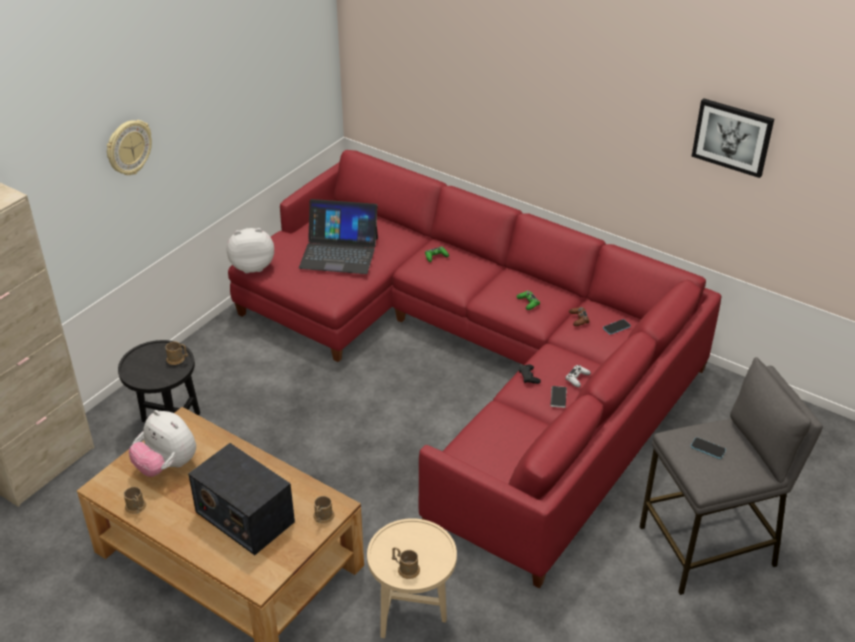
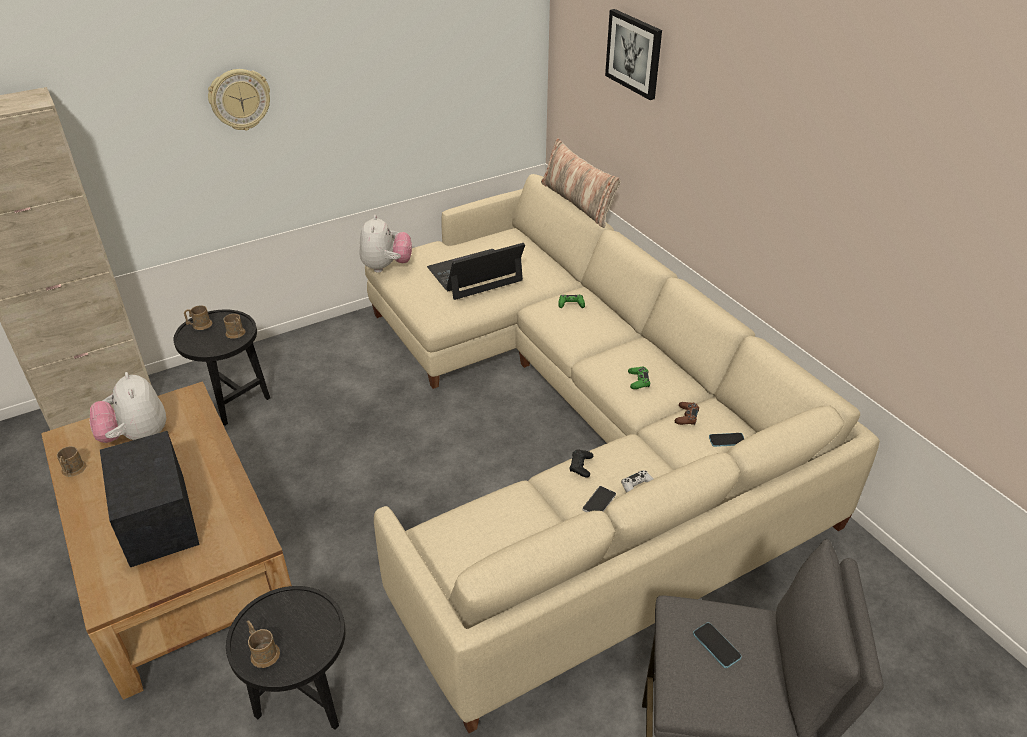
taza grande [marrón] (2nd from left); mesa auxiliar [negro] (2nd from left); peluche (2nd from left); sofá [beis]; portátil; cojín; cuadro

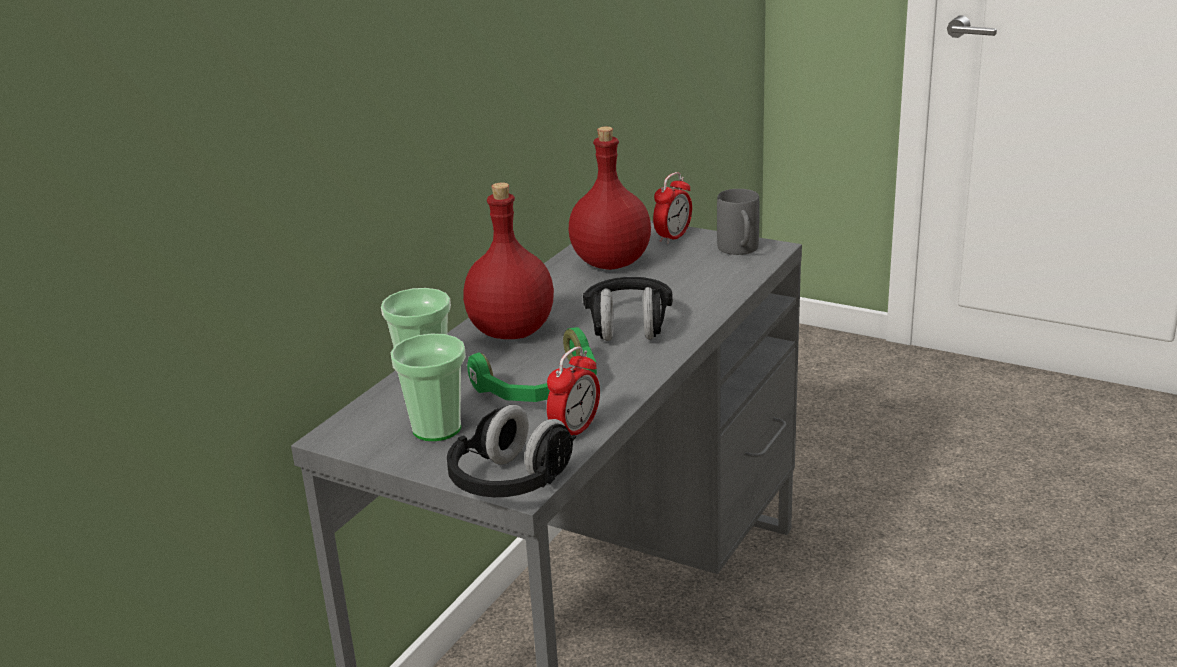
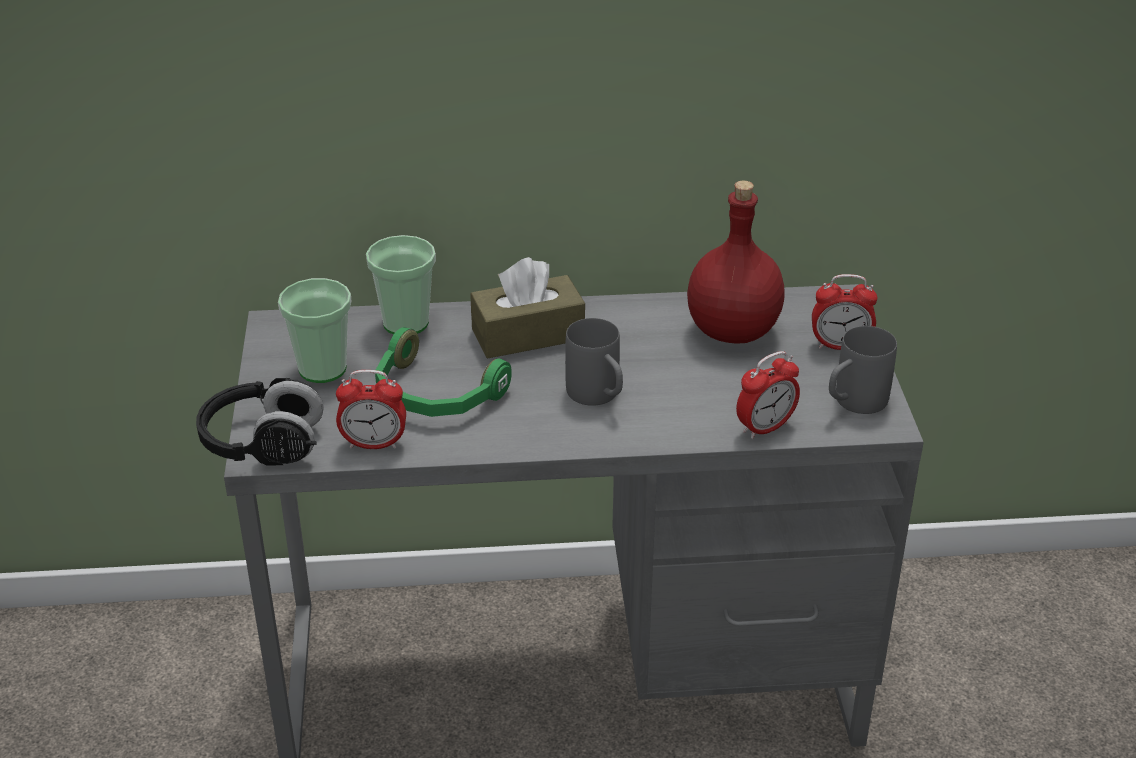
caja de pañuelos [marrón]; taza grande [gris] (1st from left); despertador (2nd from left)

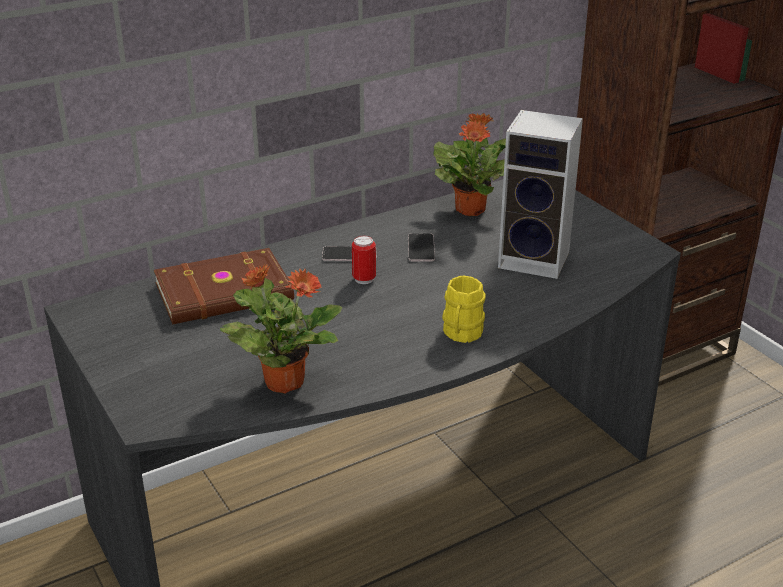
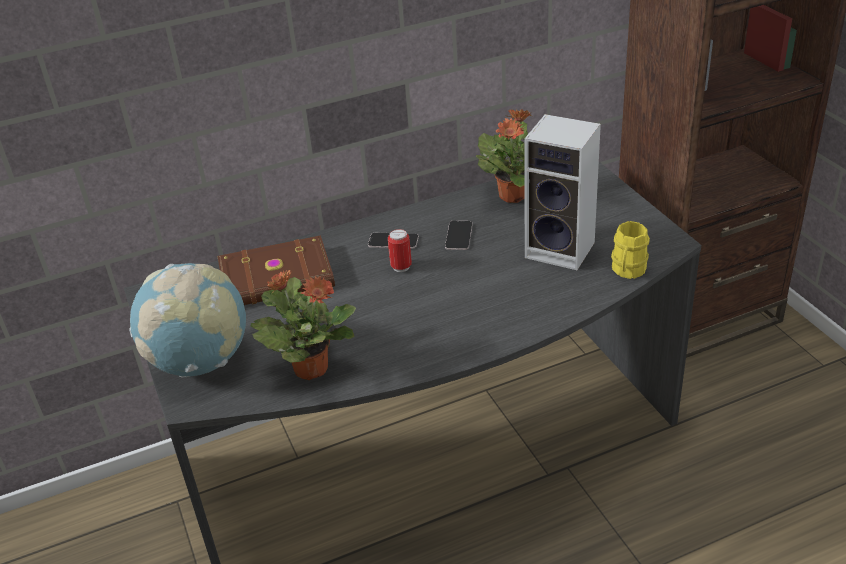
globo terráqueo; taza grande [amarillo]

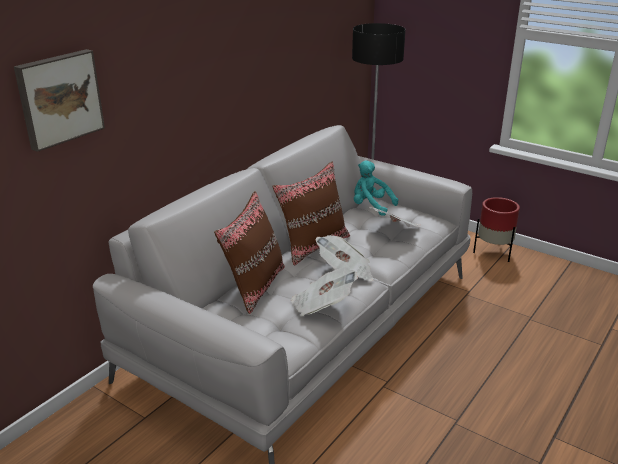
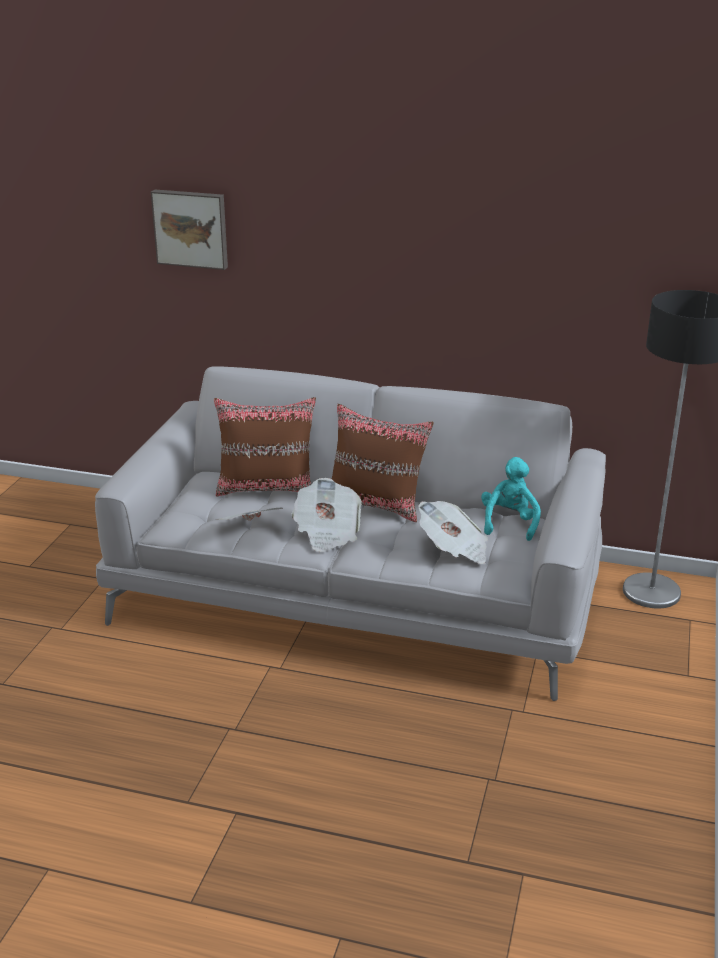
maceta [rojo]

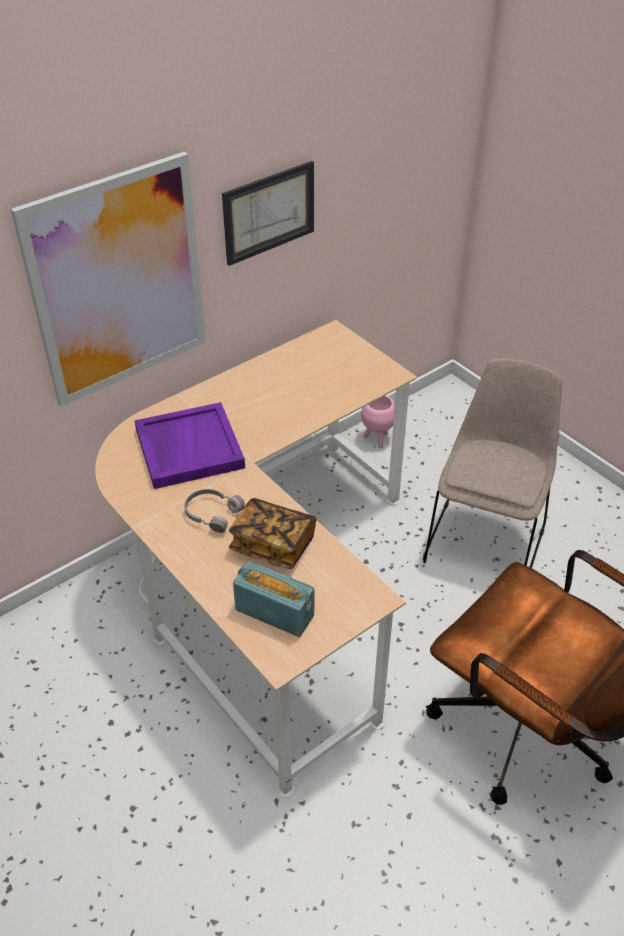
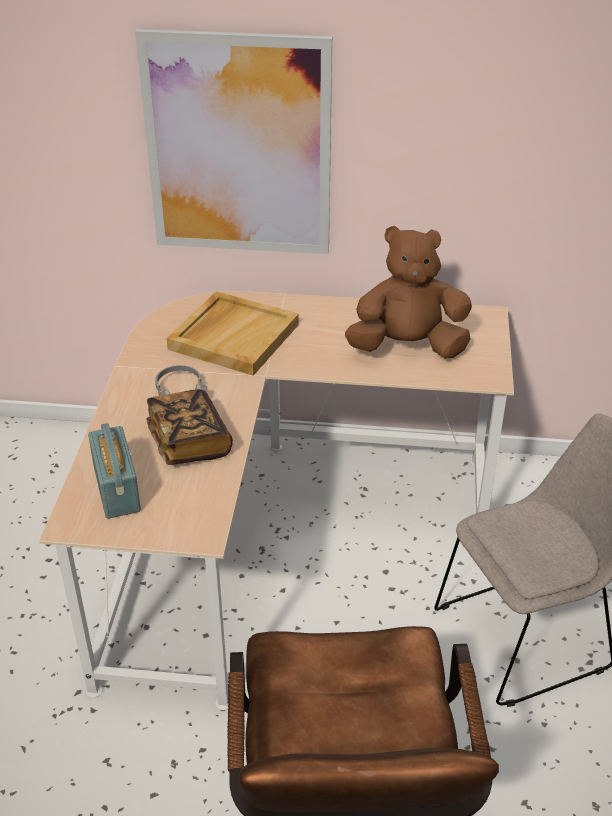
bandeja [beis]; peluche [marrón]; cuadro (2nd from left in the first image); maceta [rosa]

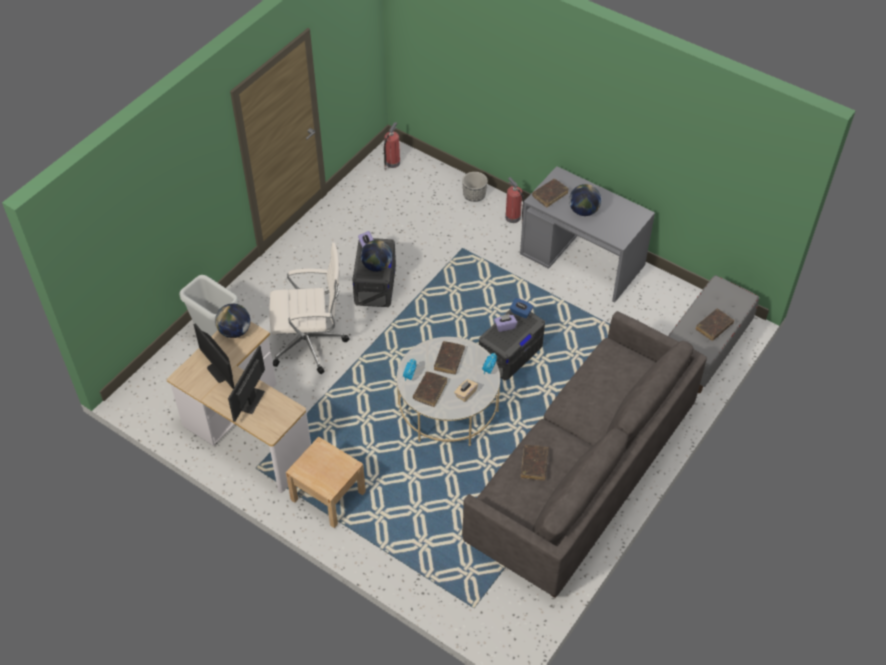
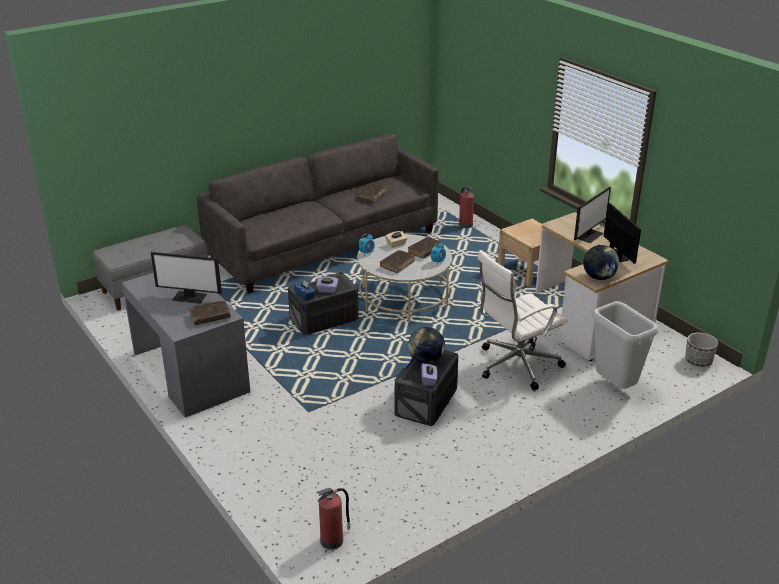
monitor (1st from left); extintor (2nd from left); silla de oficina [blanco]; maceta; libro [marrón] (5th from left in the first image)

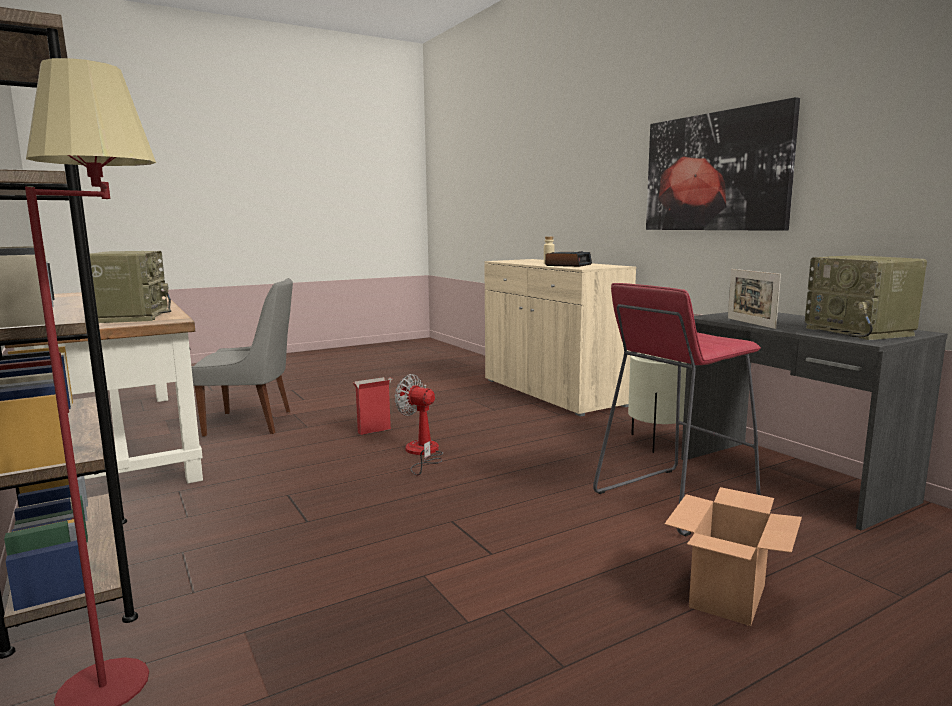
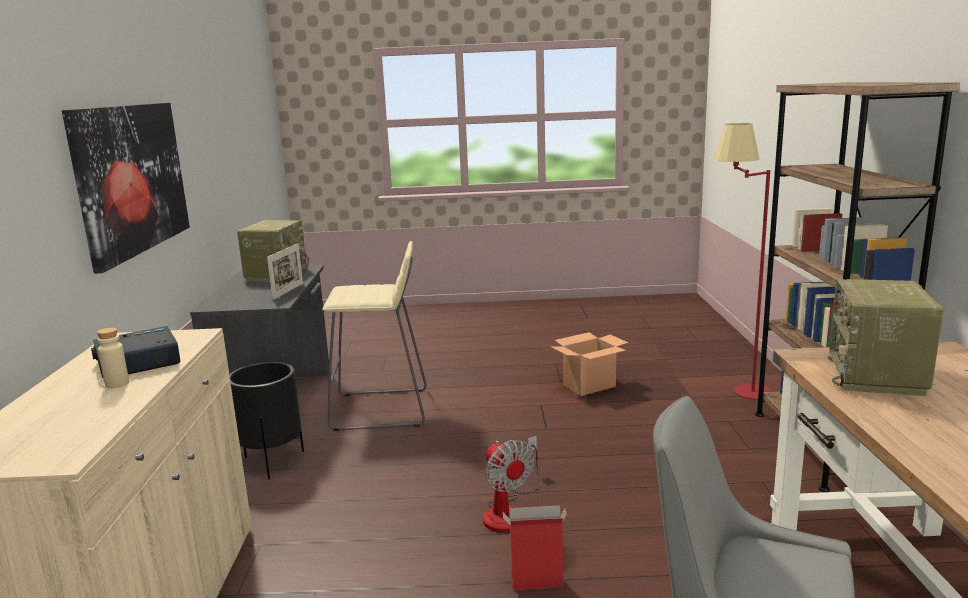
maceta [negro]; taburete [beis]; caja de cartón (2nd from left)

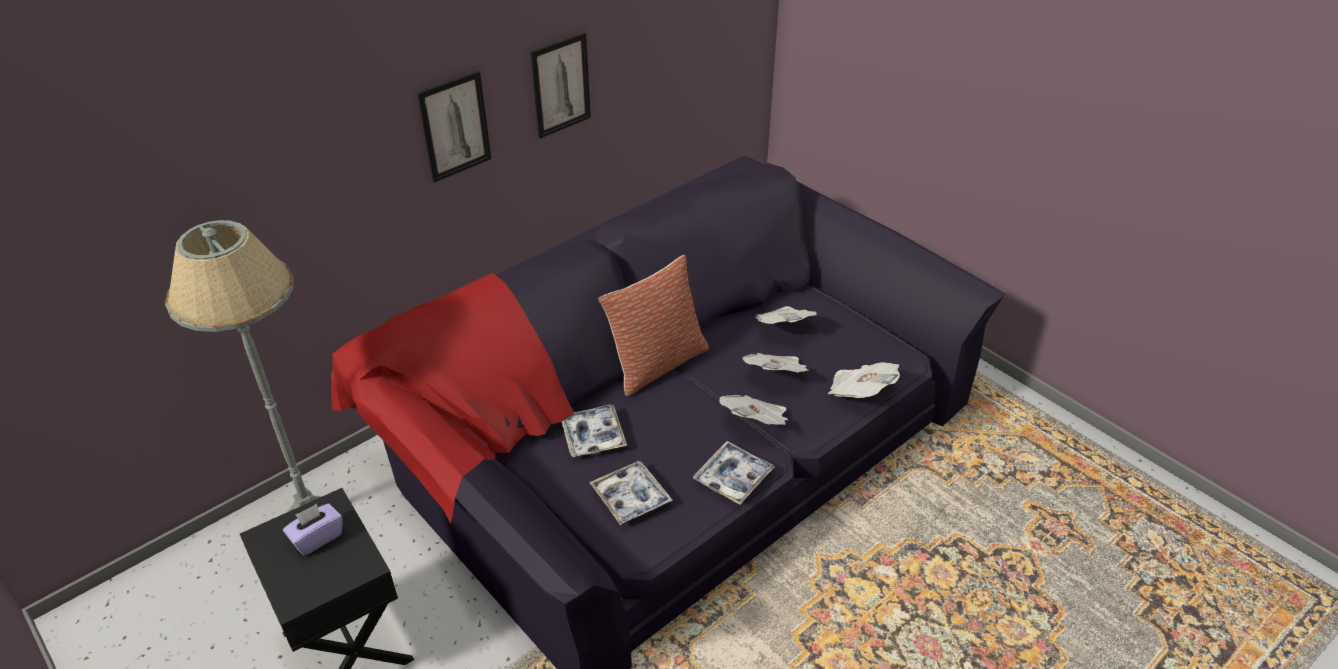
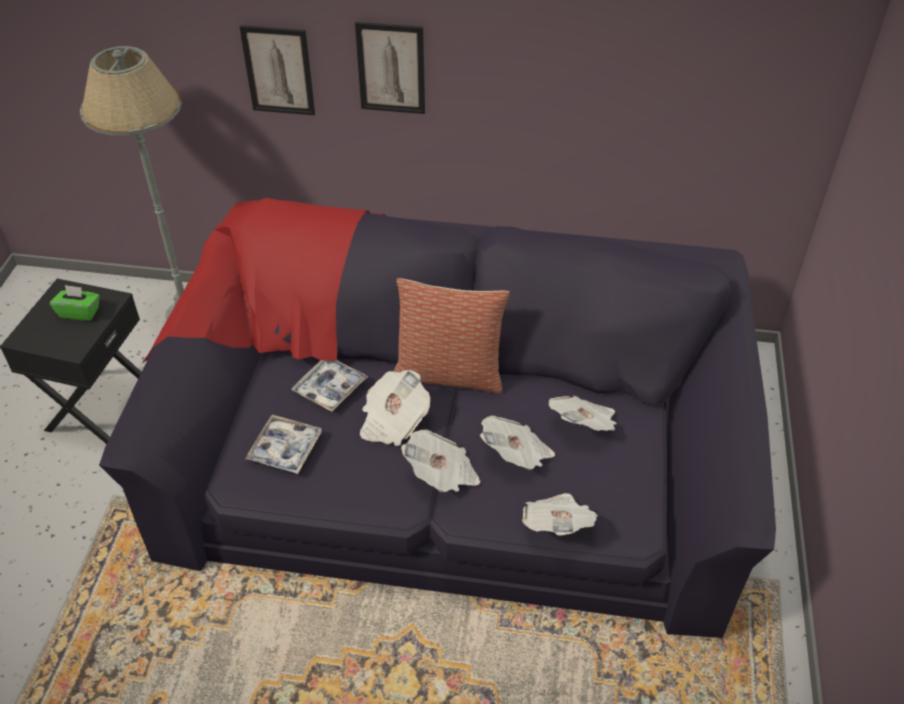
caja de pañuelos [verde]; cuadro (1st from left); periódico (1st from left); bandeja (3rd from left in the first image)

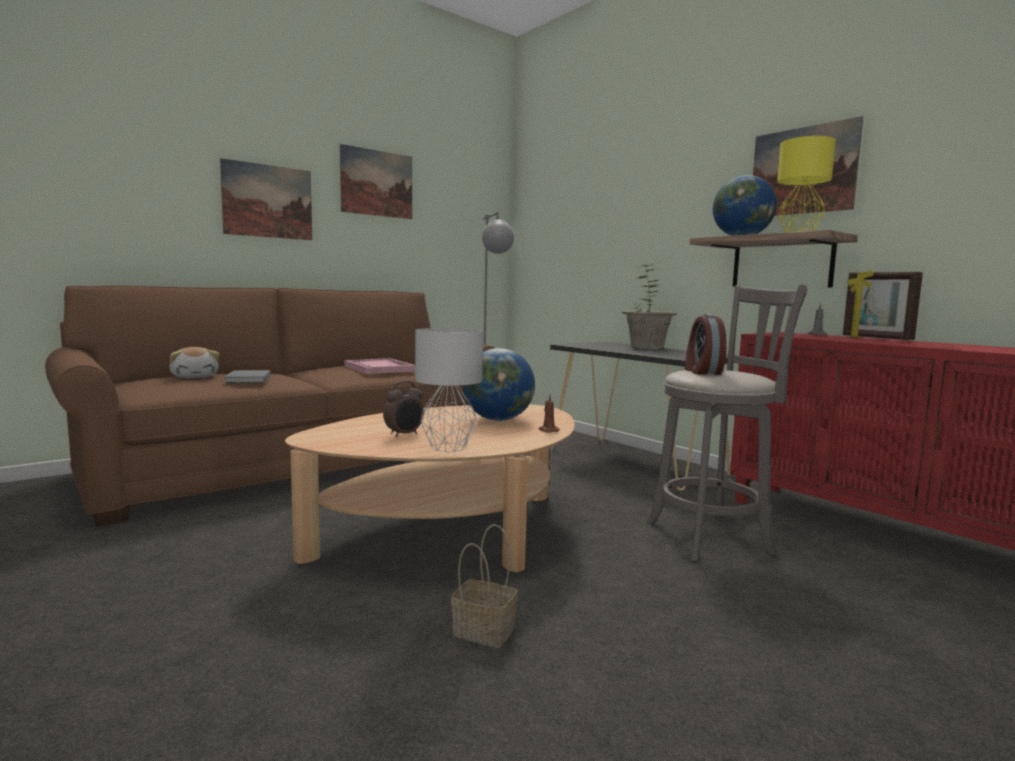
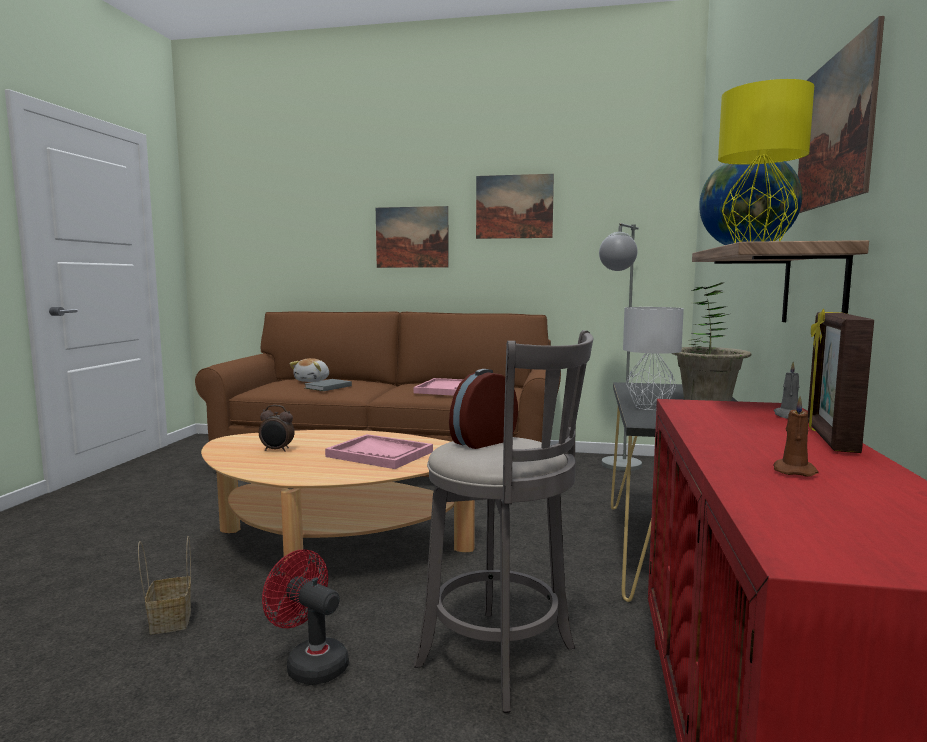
ventilador [rojo]; bandeja [rosa] (1st from left); lámpara de mesa [gris]; vela [marrón]

